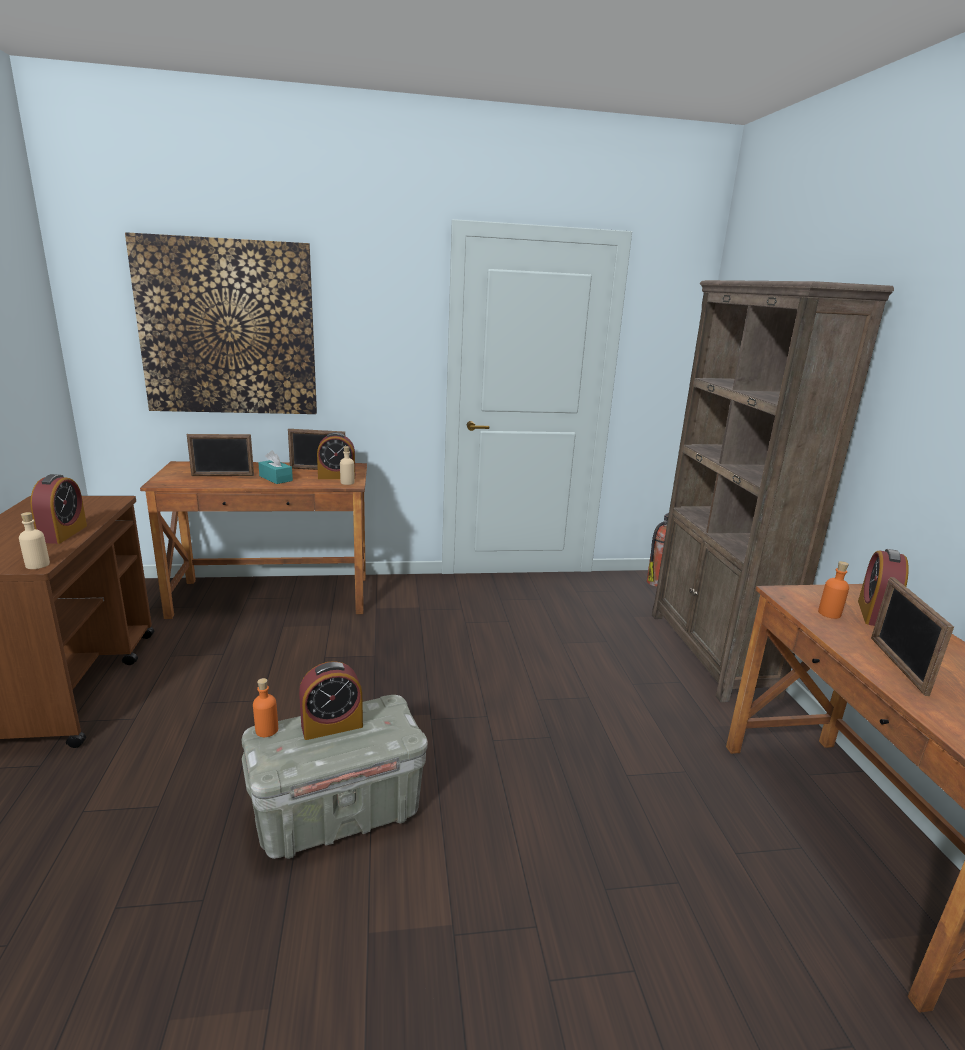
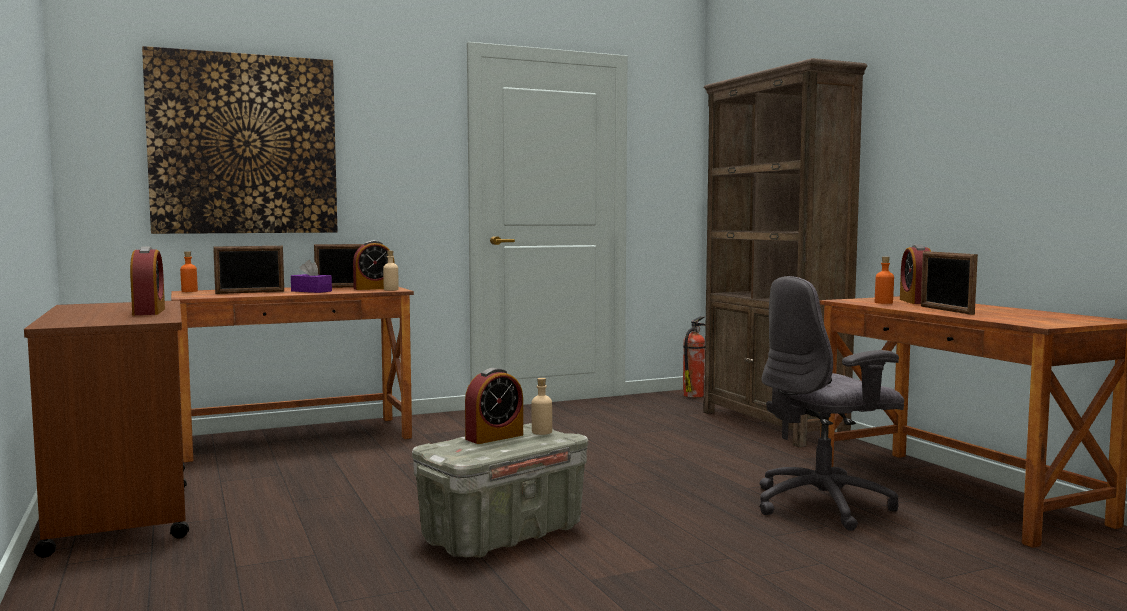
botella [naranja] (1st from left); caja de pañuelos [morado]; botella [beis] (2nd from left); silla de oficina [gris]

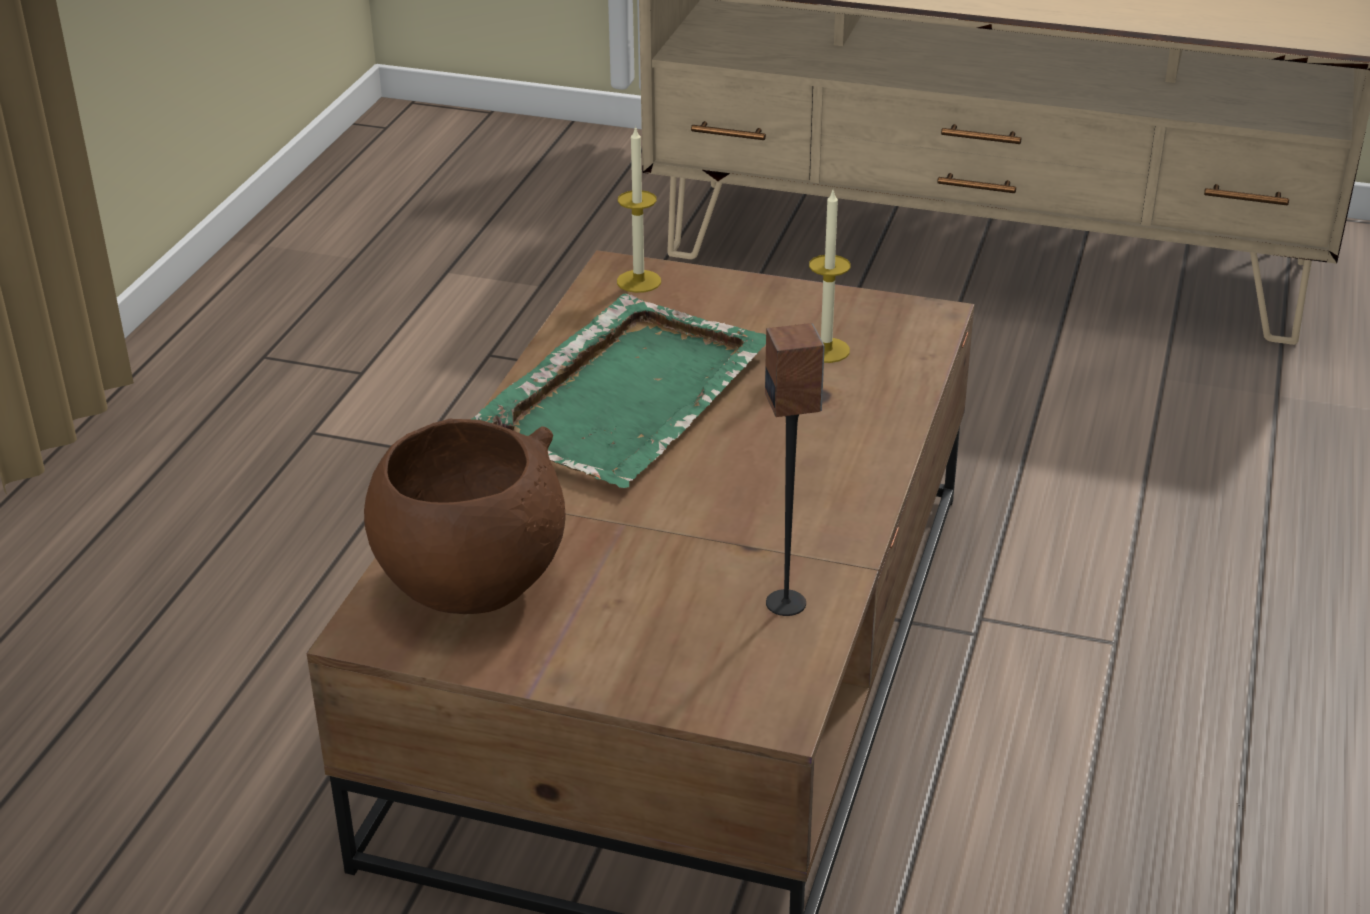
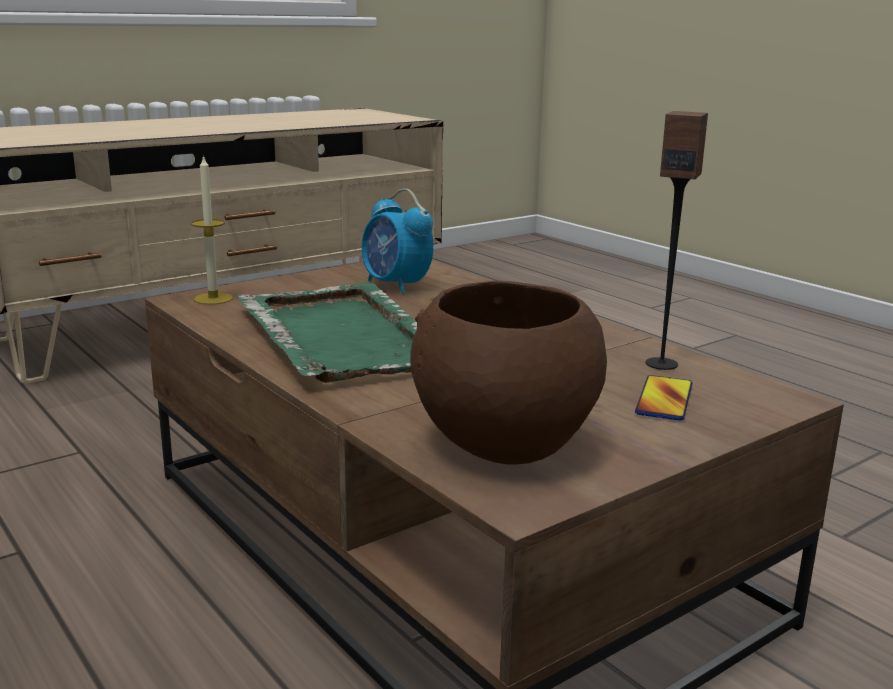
despertador; móvil

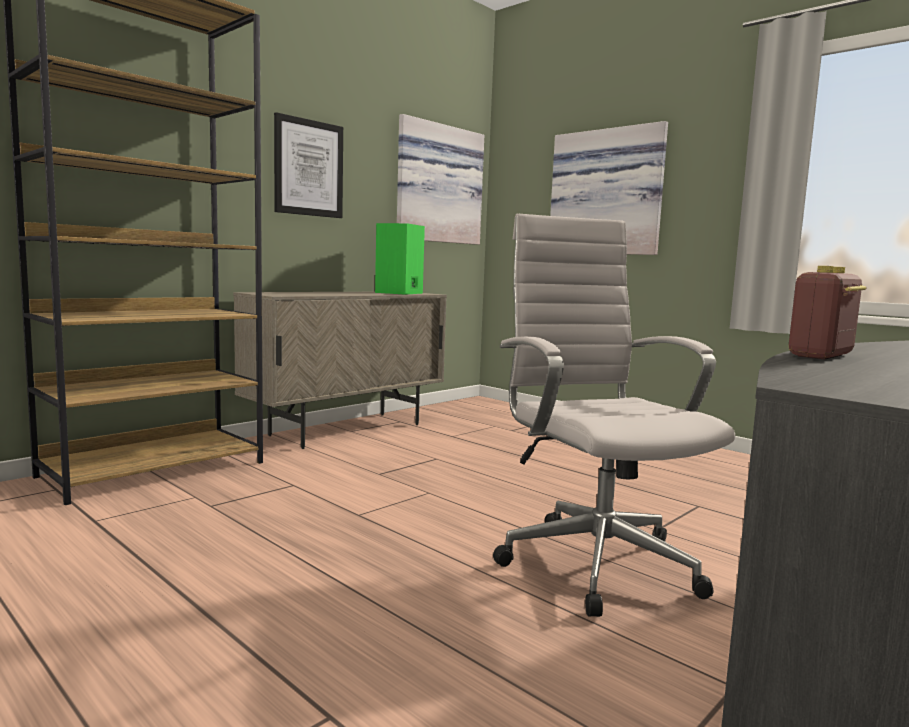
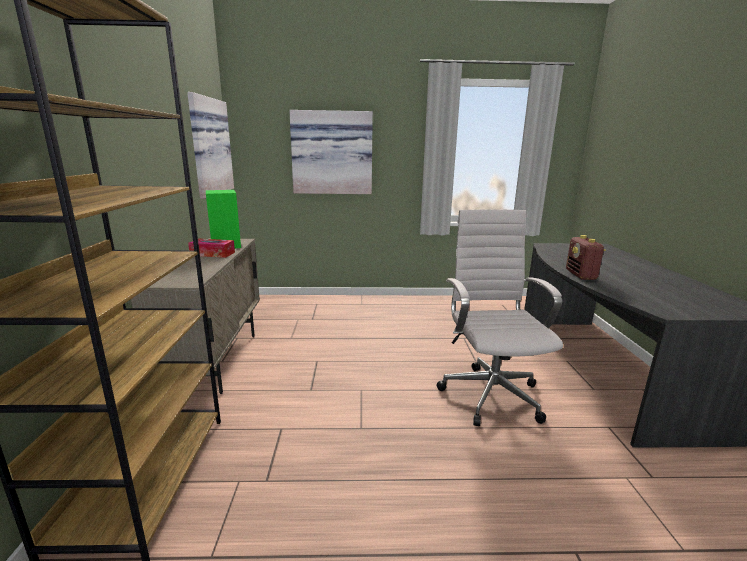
caja de pañuelos; silla de oficina [blanco]; cuadro (1st from left in the first image)

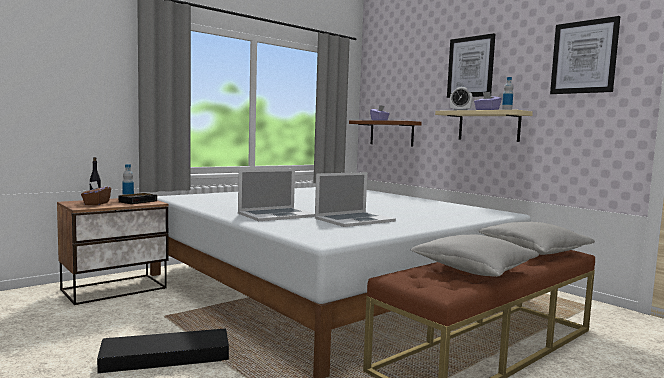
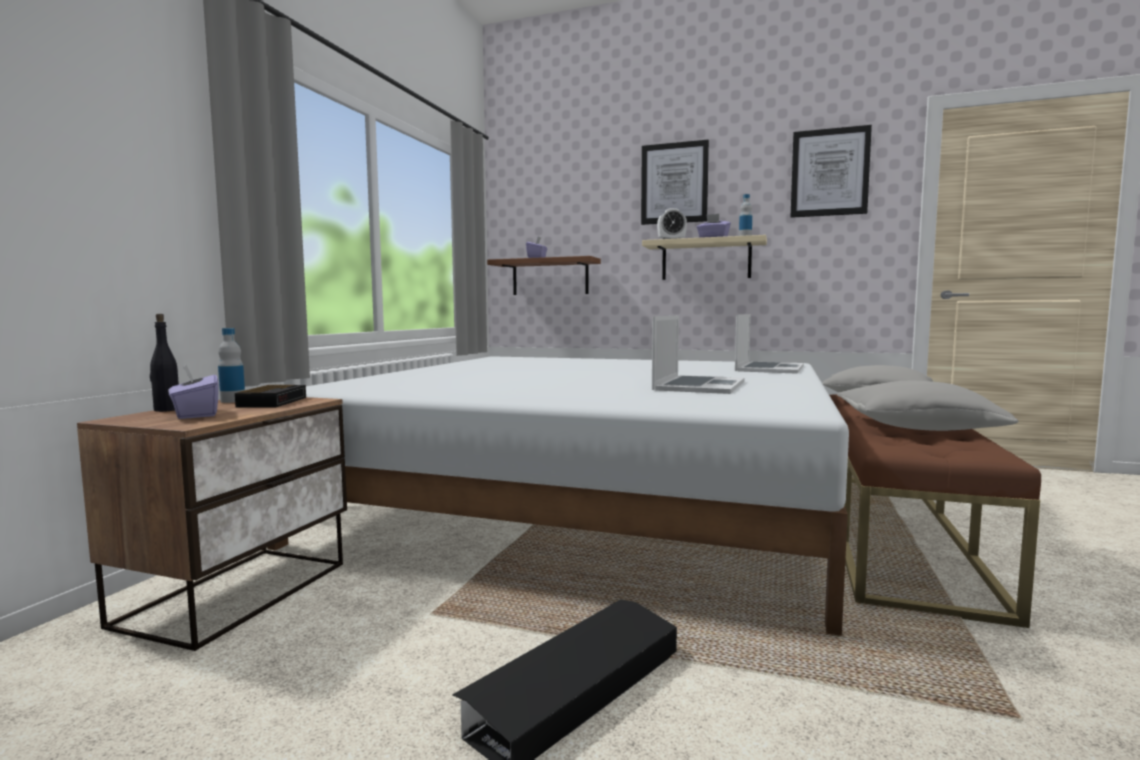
caja de pañuelos [morado] (1st from left); portátil (2nd from left)

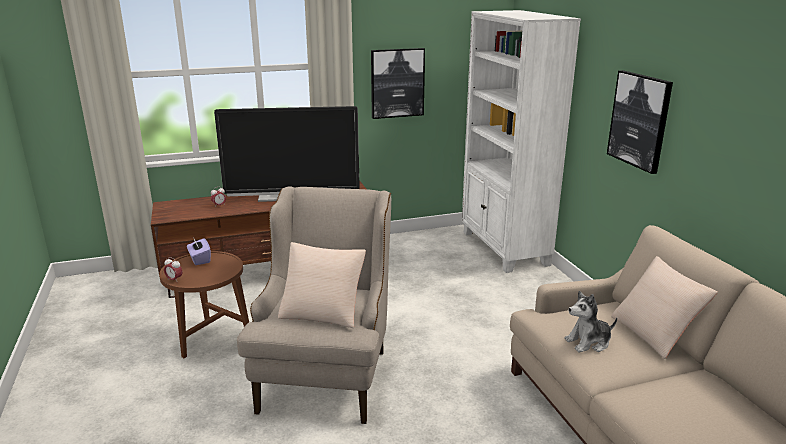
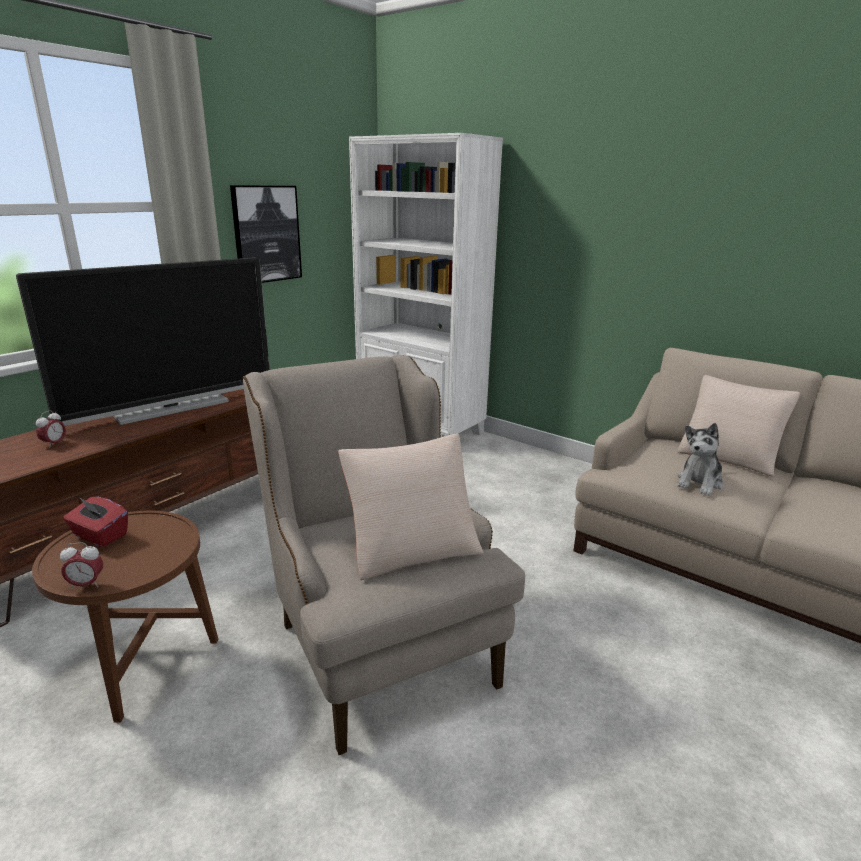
caja de pañuelos [rojo]; cuadro (2nd from left in the first image)

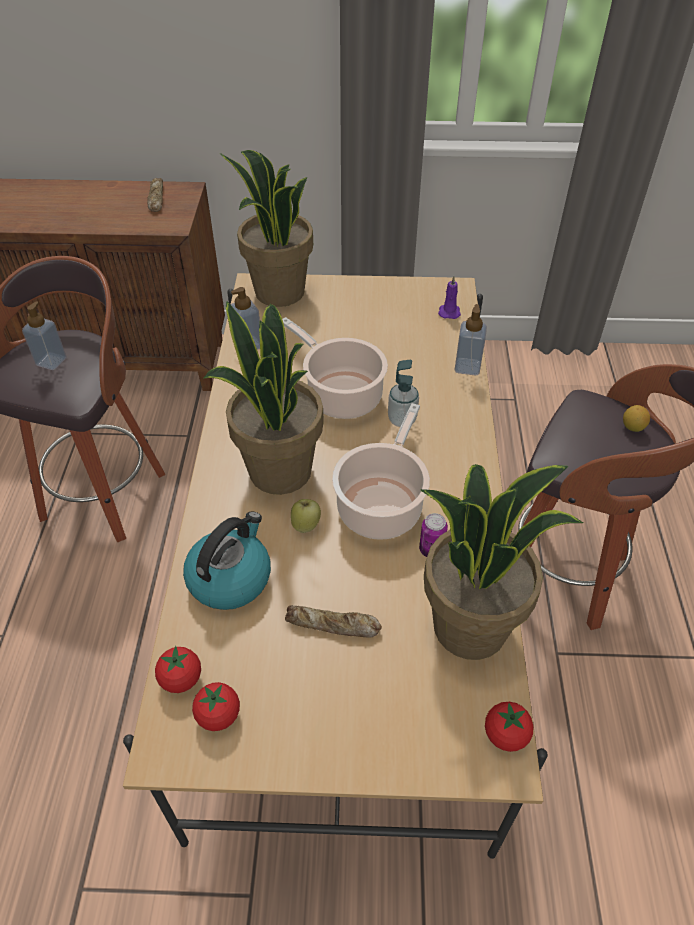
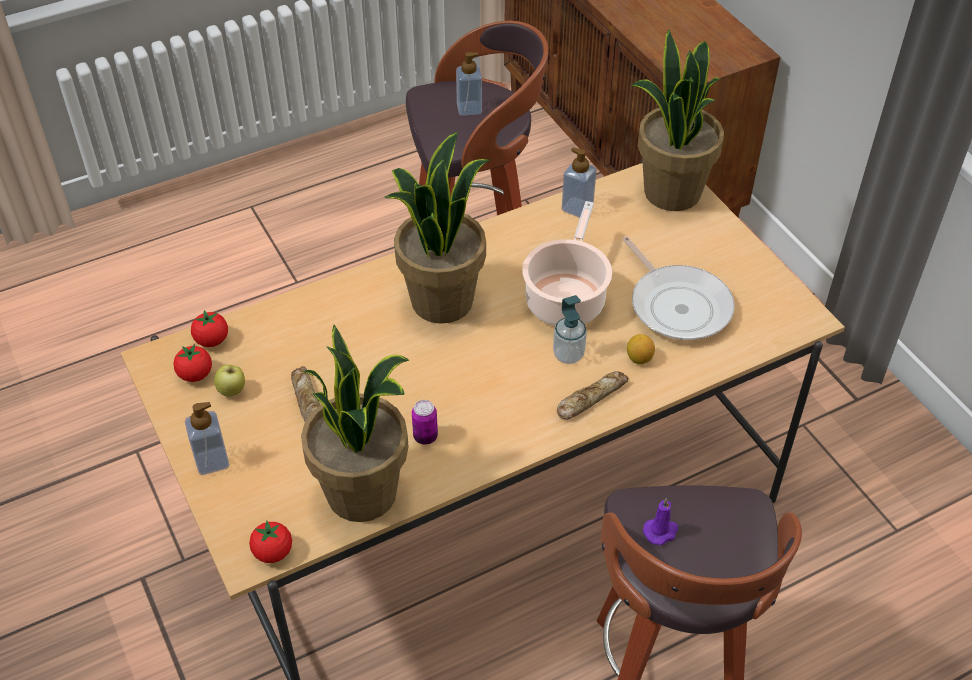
dispensador de jabón (1st from left); manzana; pan (2nd from left); sartén; limón; vela [morado]; hervidor; olla (2nd from left in the first image)

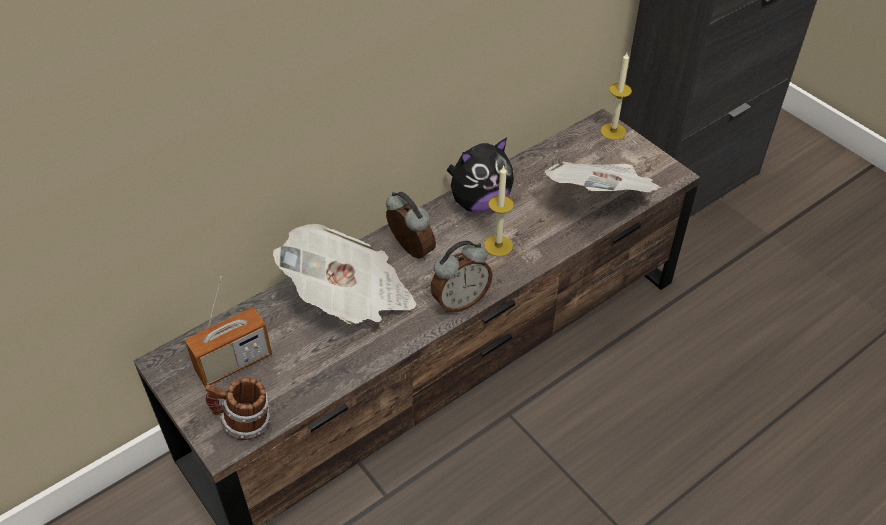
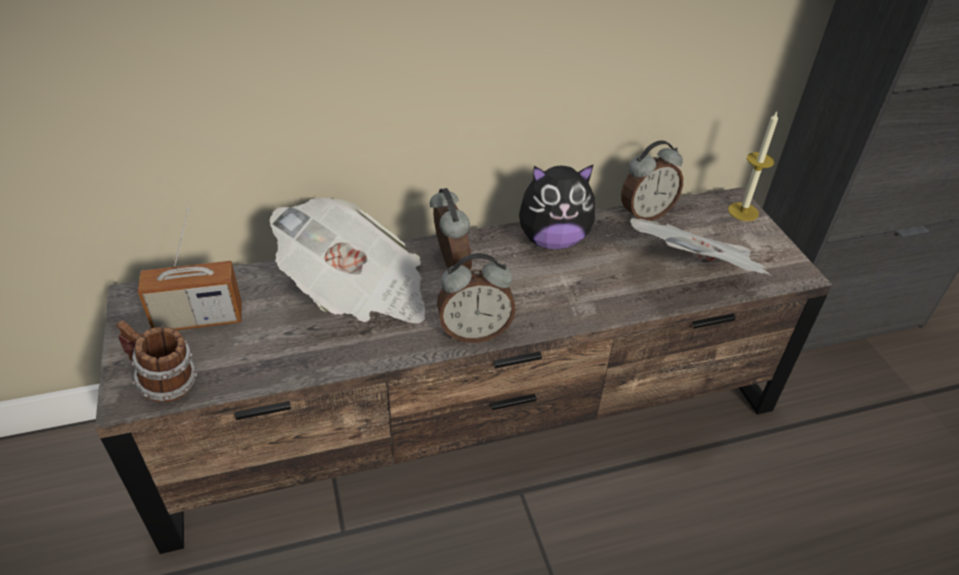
despertador (3rd from left); vela (1st from left in the first image)

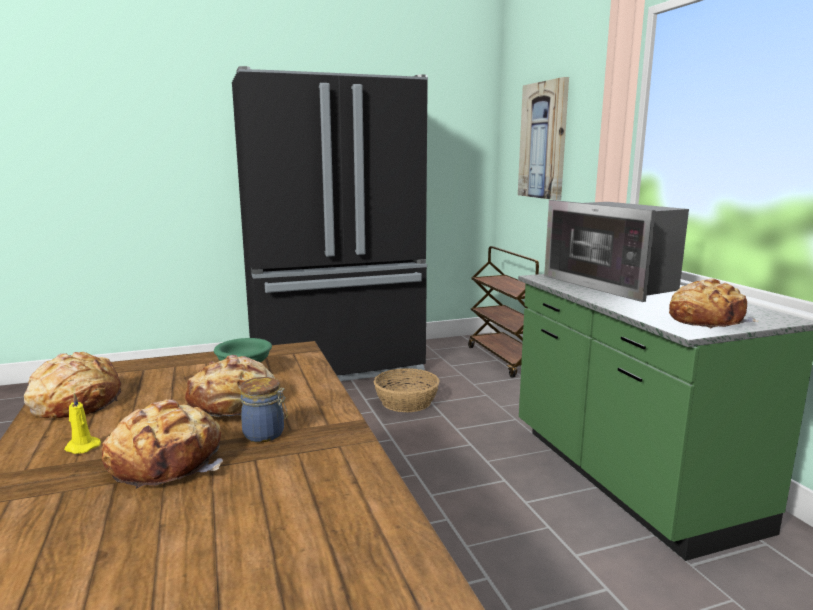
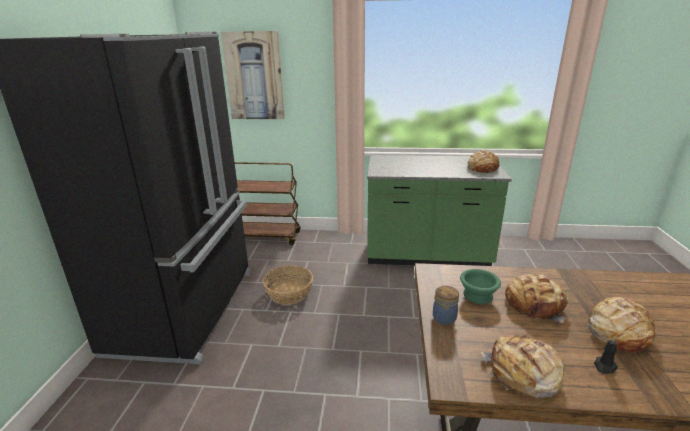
tarro; vela [negro]; microondas

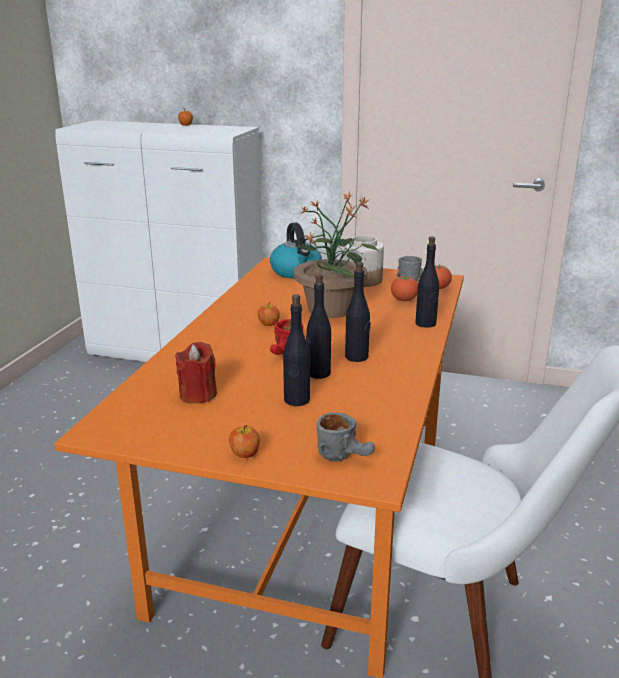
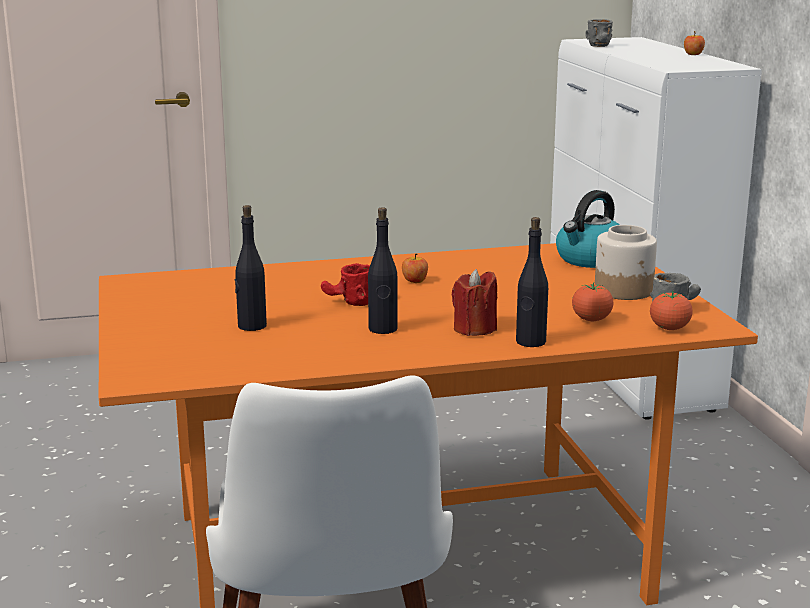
vela [rojo]; taza grande [gris] (1st from left); manzana (2nd from left in the first image); planta en maceta; botella [negro] (2nd from left in the first image)

